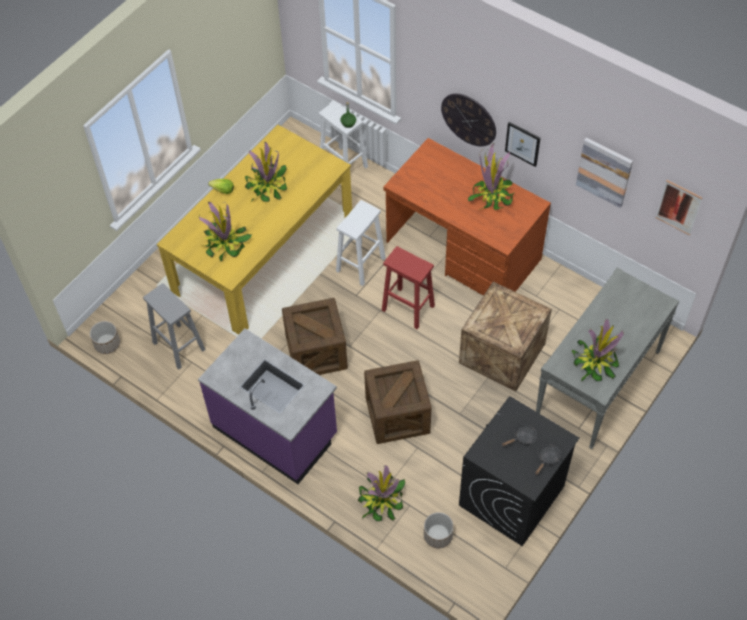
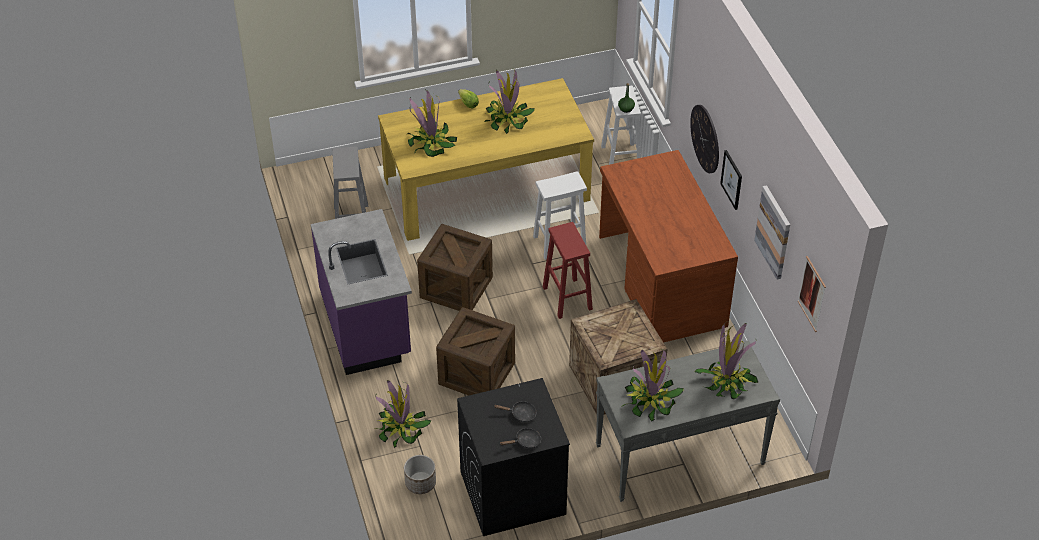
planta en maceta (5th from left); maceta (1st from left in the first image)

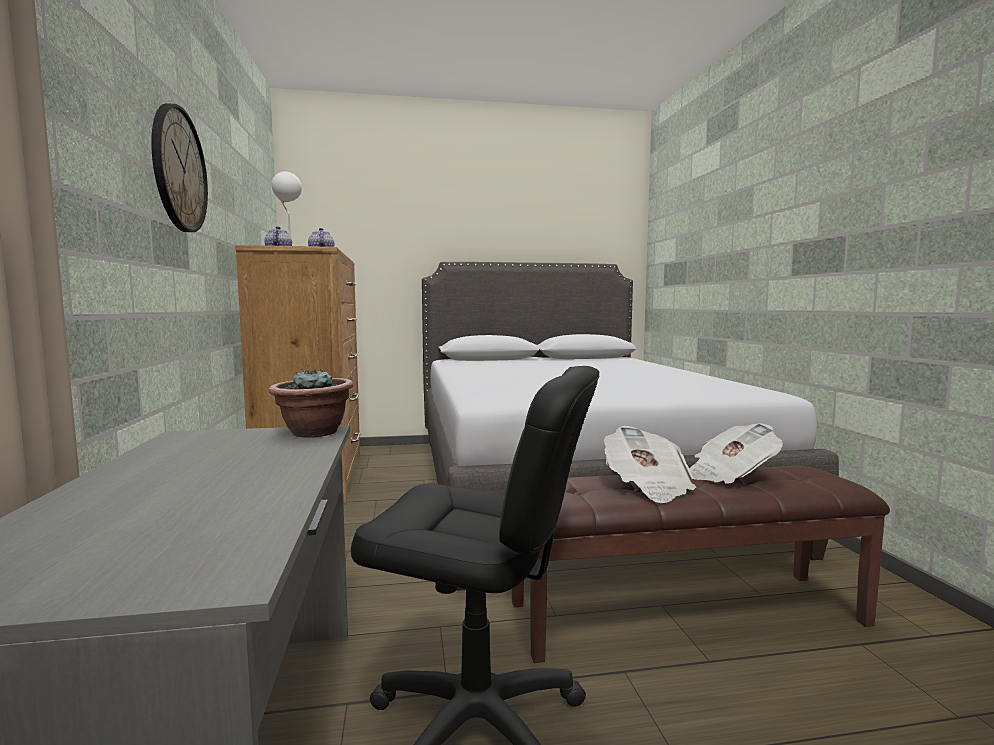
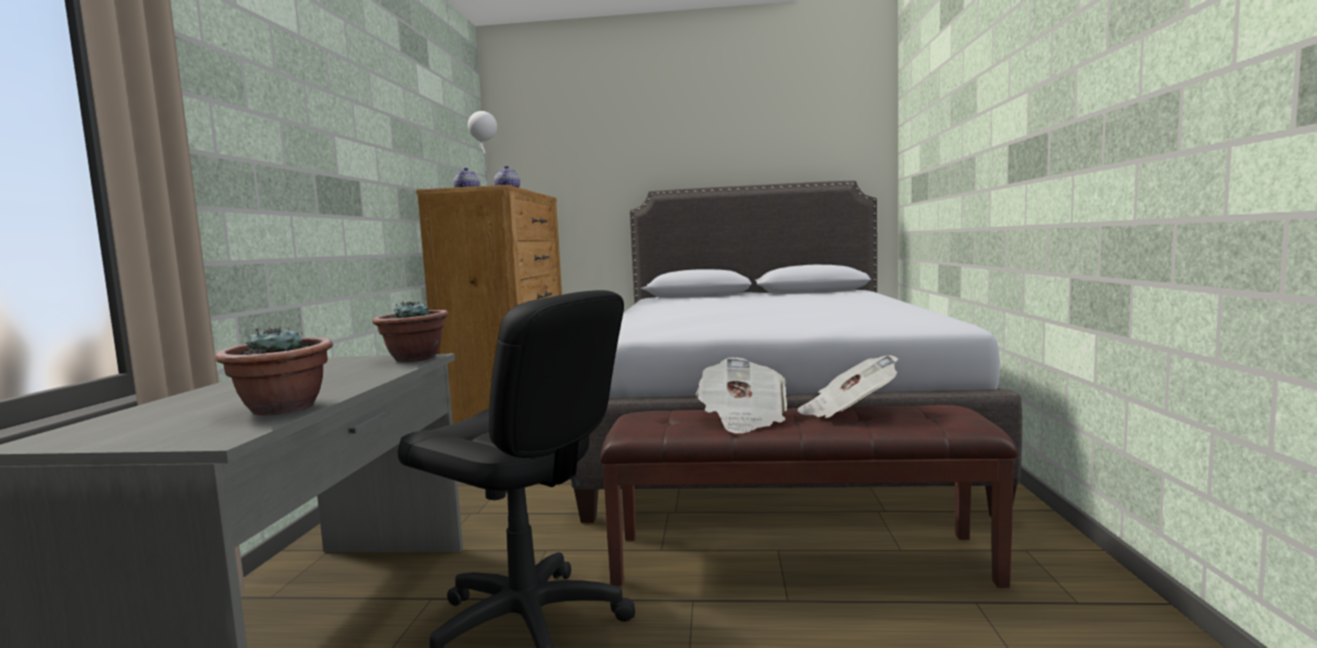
planta en maceta (1st from left); reloj de pared

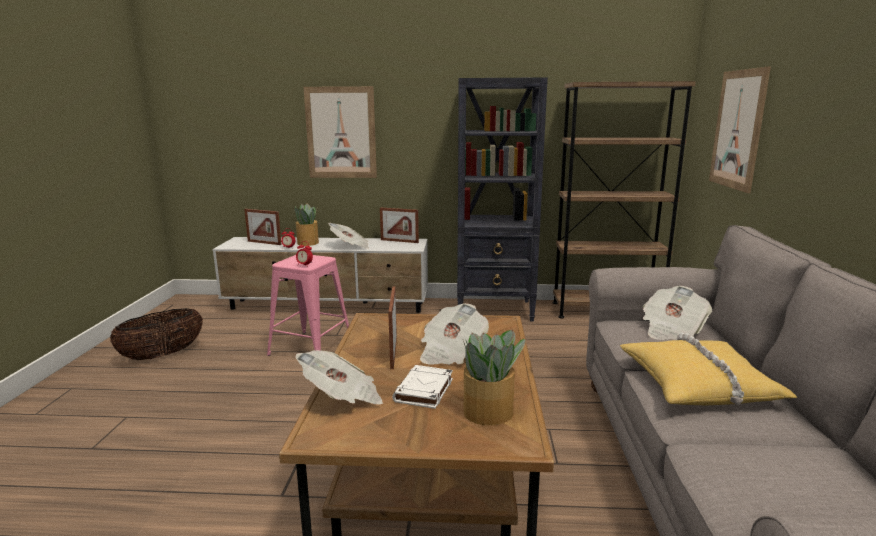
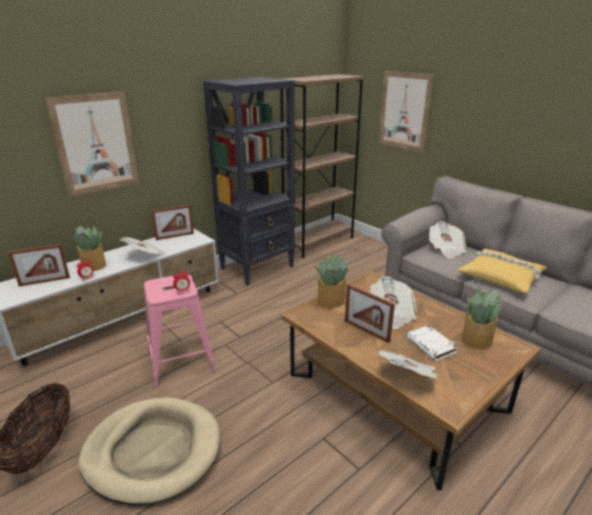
cama para perro/beis; planta en maceta (2nd from left)

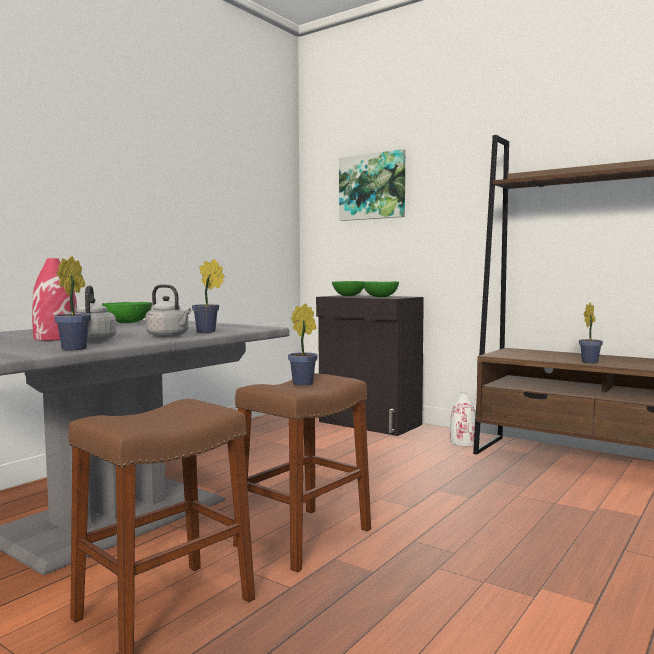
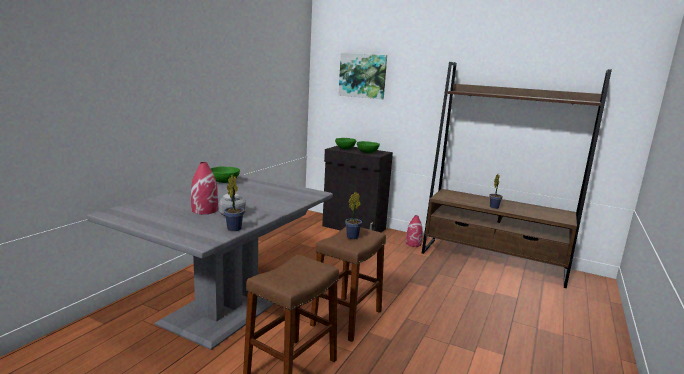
florero/rojo (2nd from left); hervidor/gris (2nd from left in the first image); planta en maceta (2nd from left in the first image)

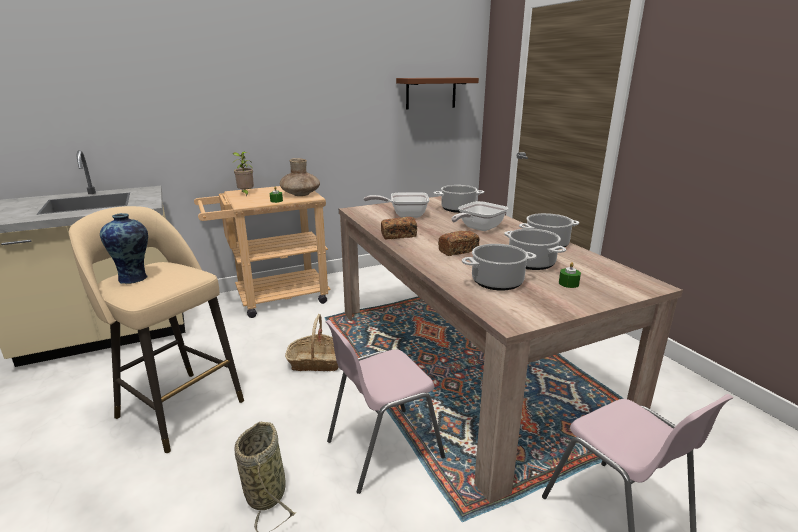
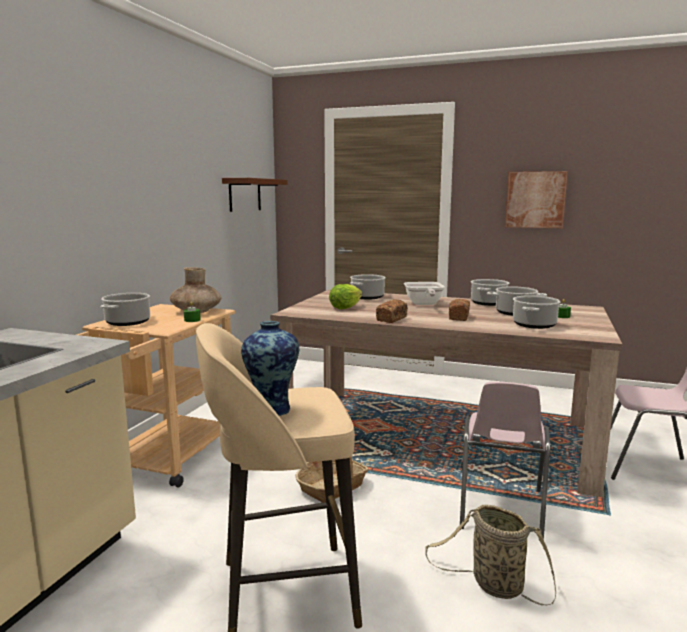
olla (1st from left); lechuga; cuadro

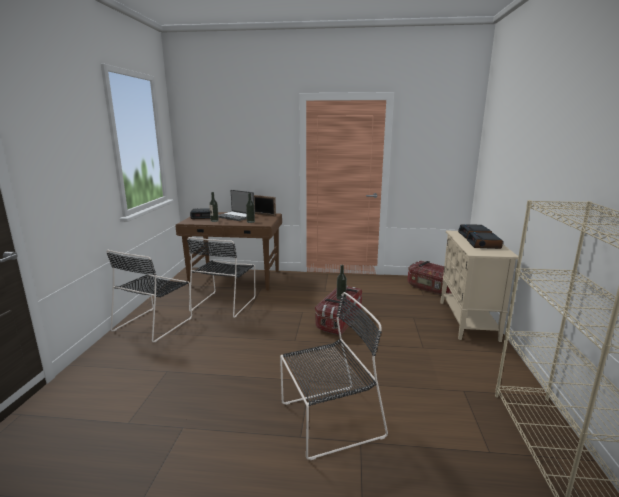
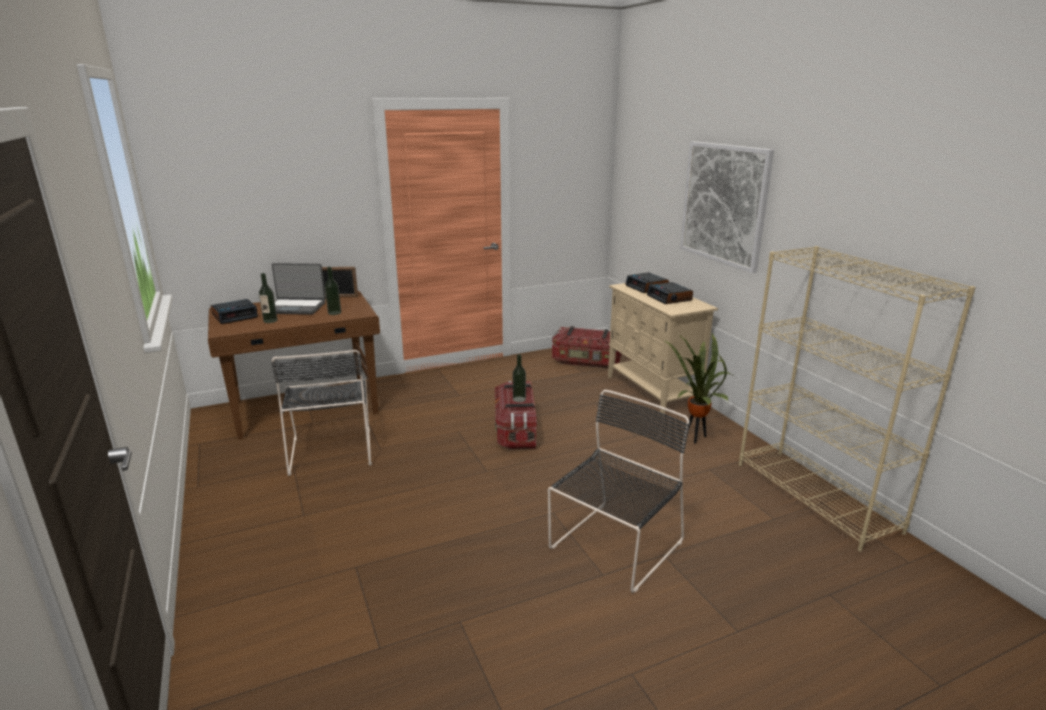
planta en maceta; cuadro; silla/negro (1st from left in the first image)

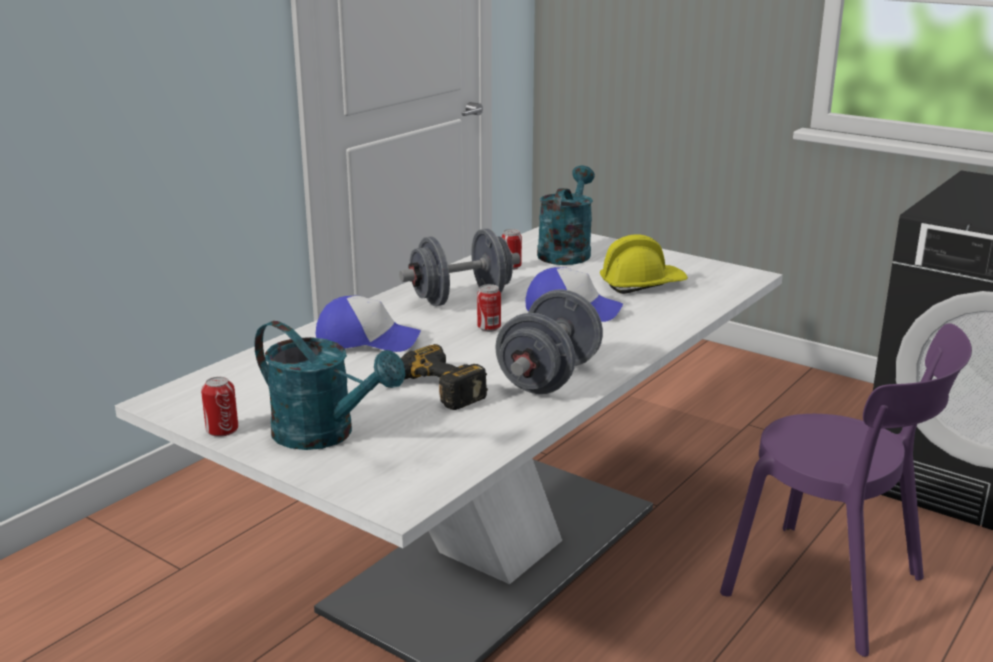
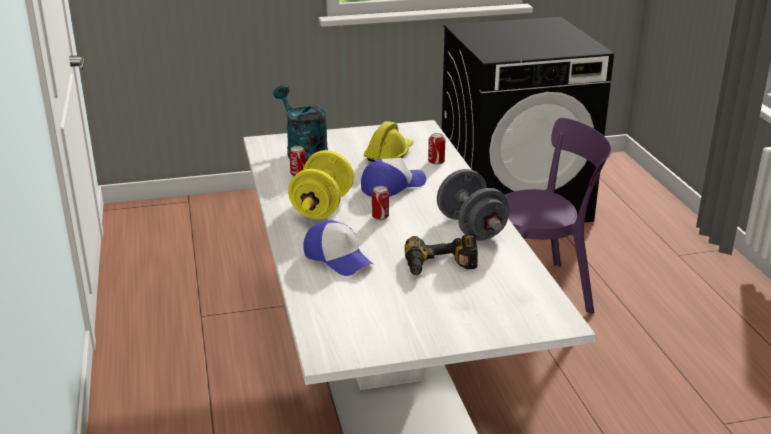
mancuerna/amarillo; gorra (1st from left); lata (3rd from left); regadera/turquesa (1st from left in the first image)

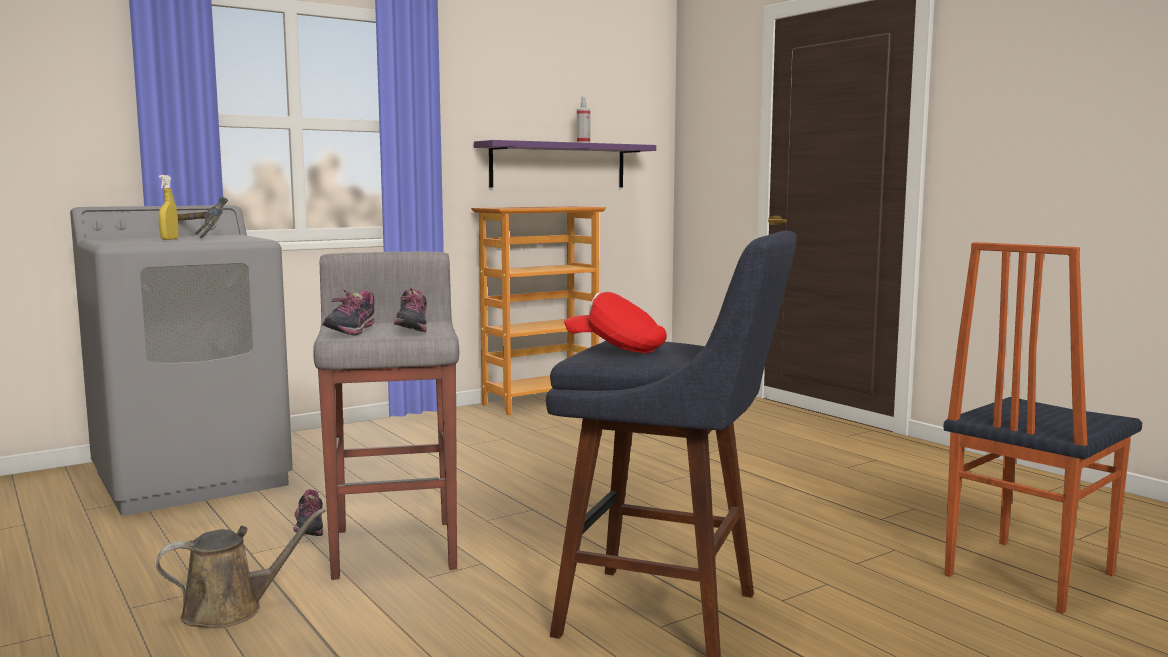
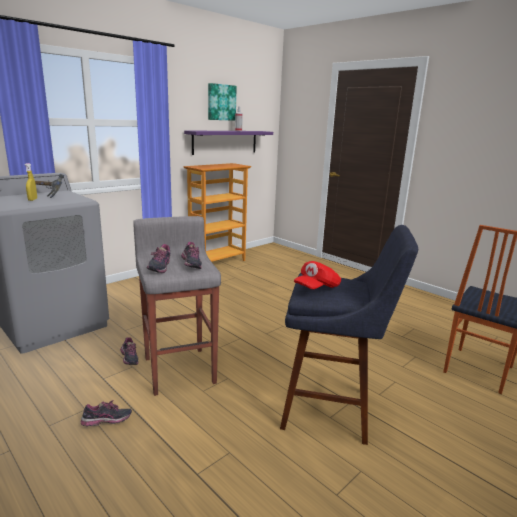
zapato (1st from left); cuadro; gorra/rojo

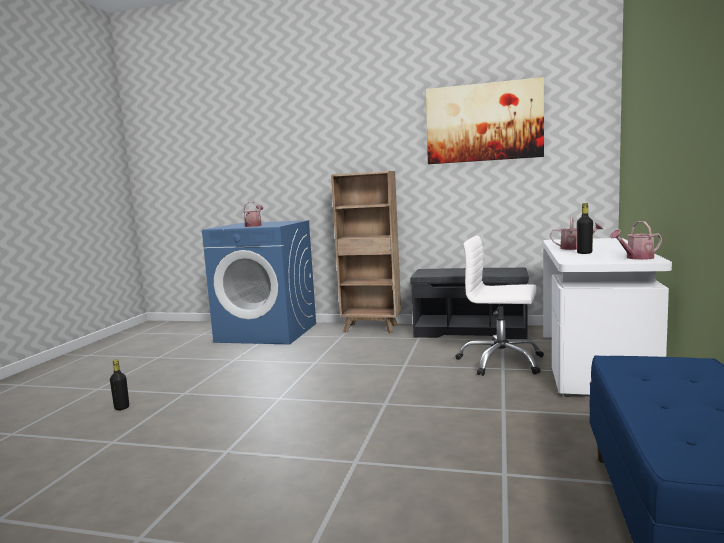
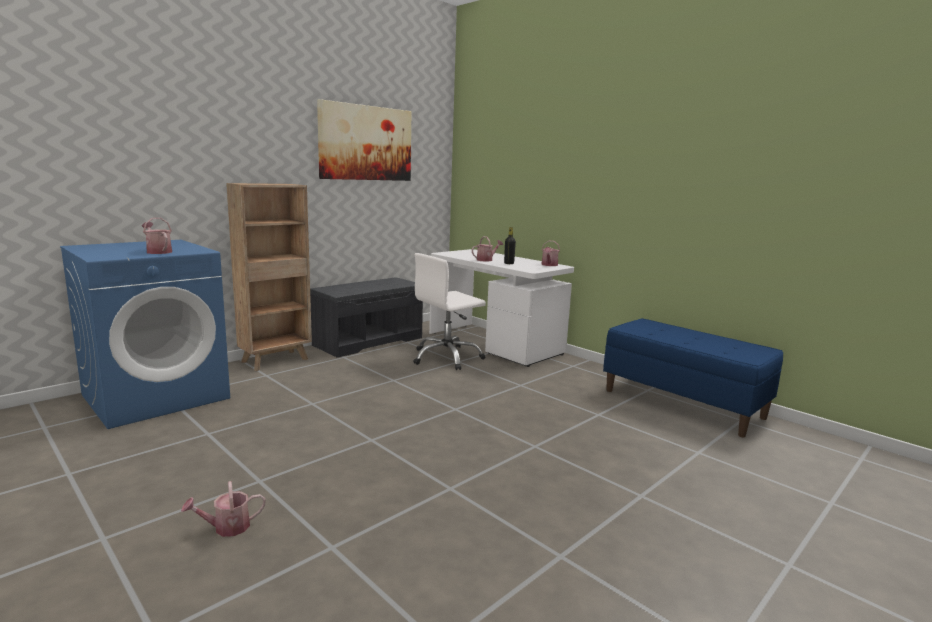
regadera (2nd from left)

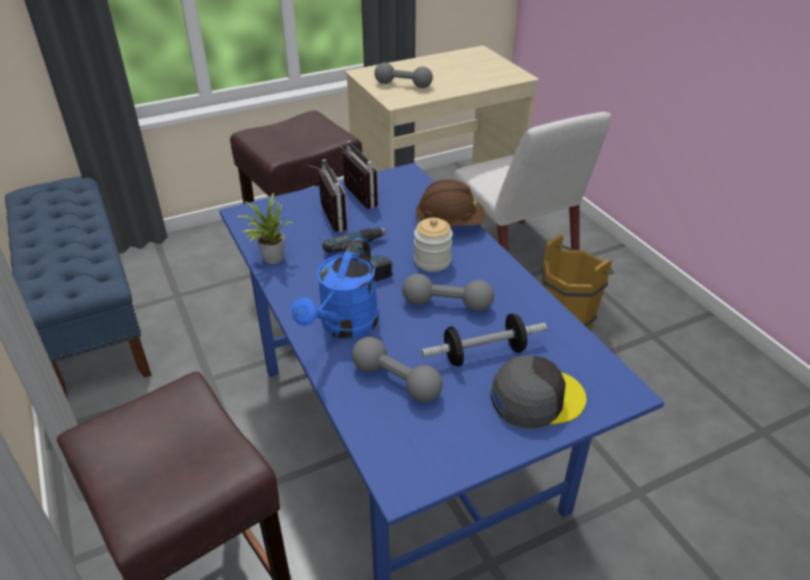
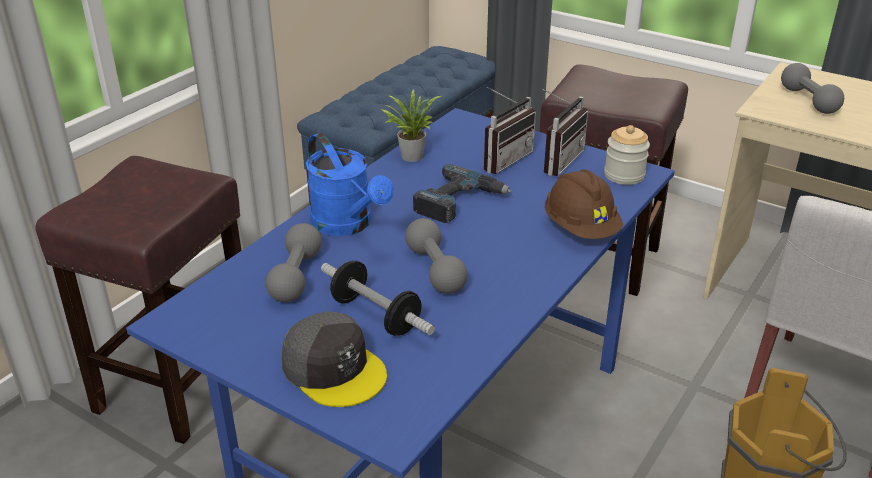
regadera/azul; tarro

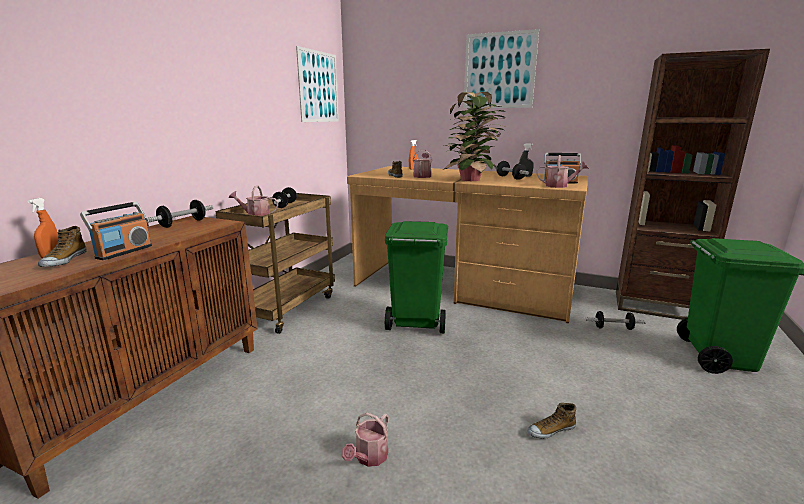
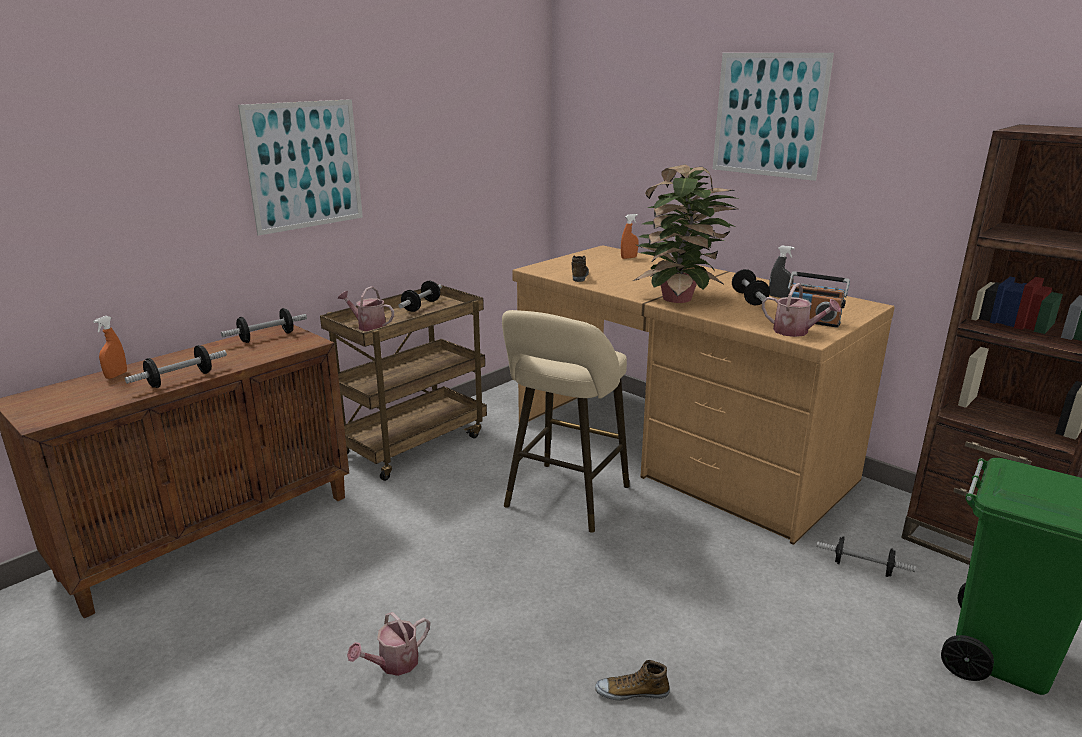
mancuerna (1st from left); cuadro (1st from left); taburete/beis; zapato (1st from left in the first image); regadera (3rd from left in the first image)

